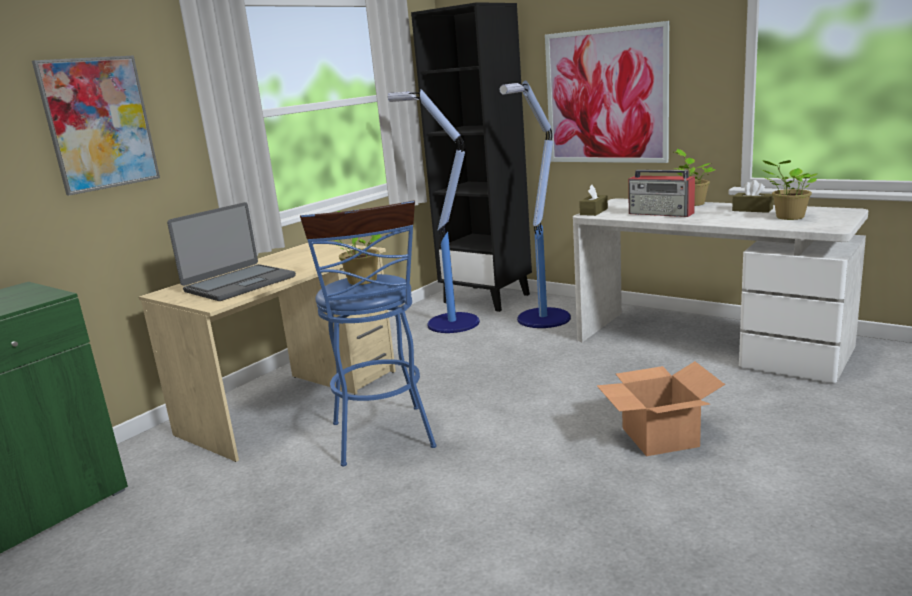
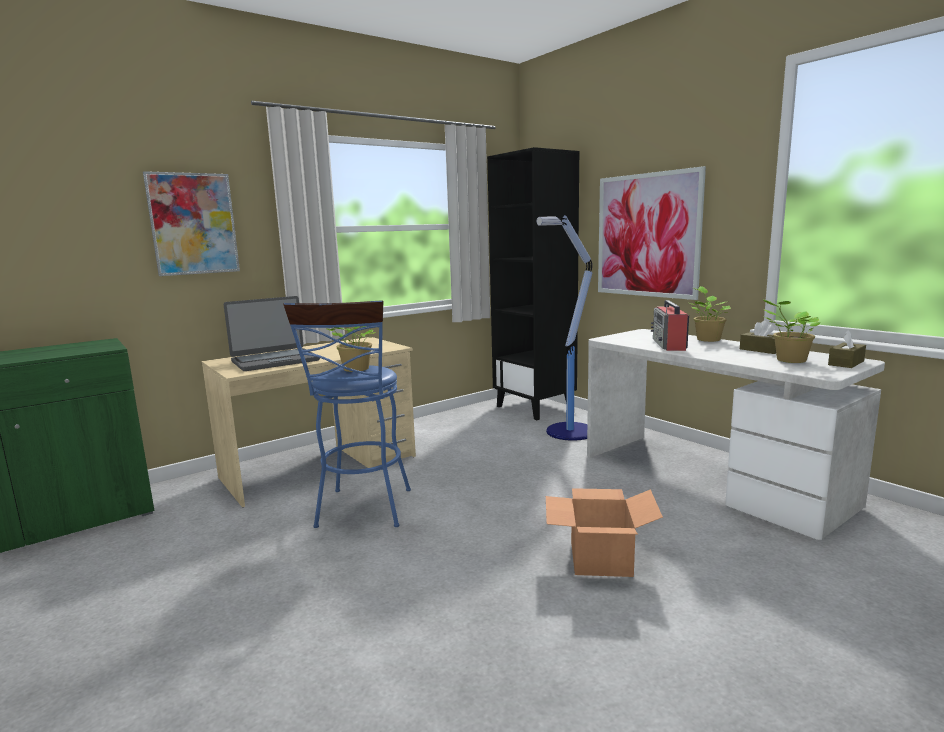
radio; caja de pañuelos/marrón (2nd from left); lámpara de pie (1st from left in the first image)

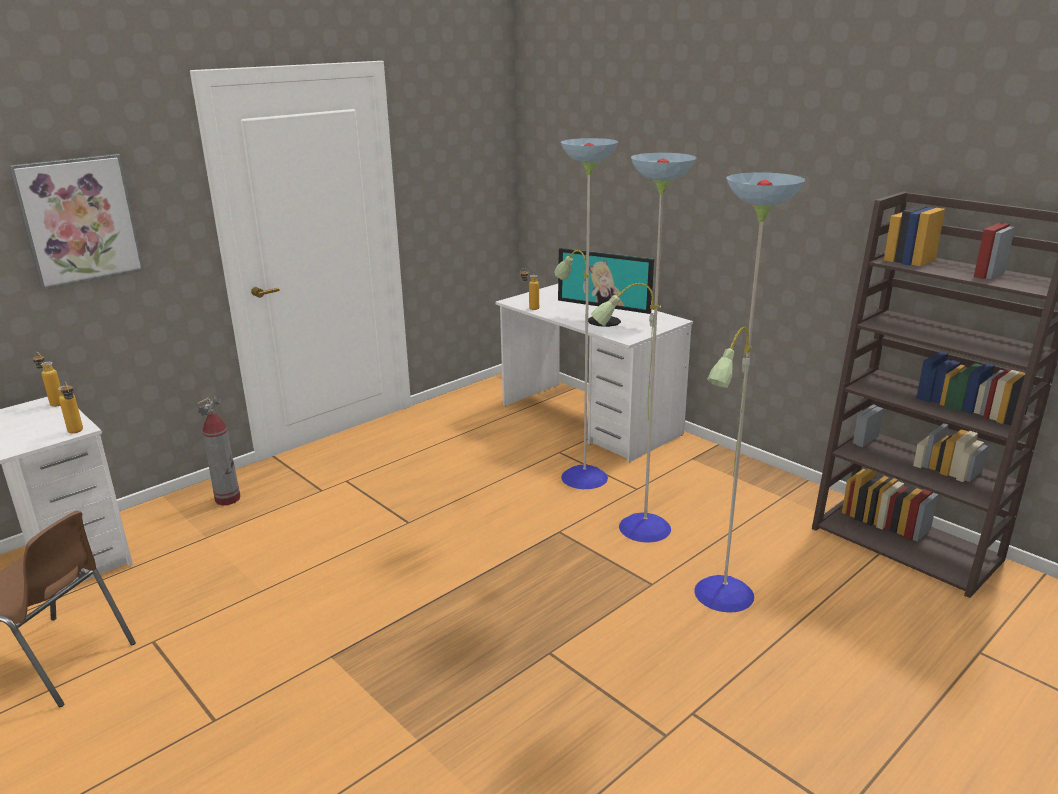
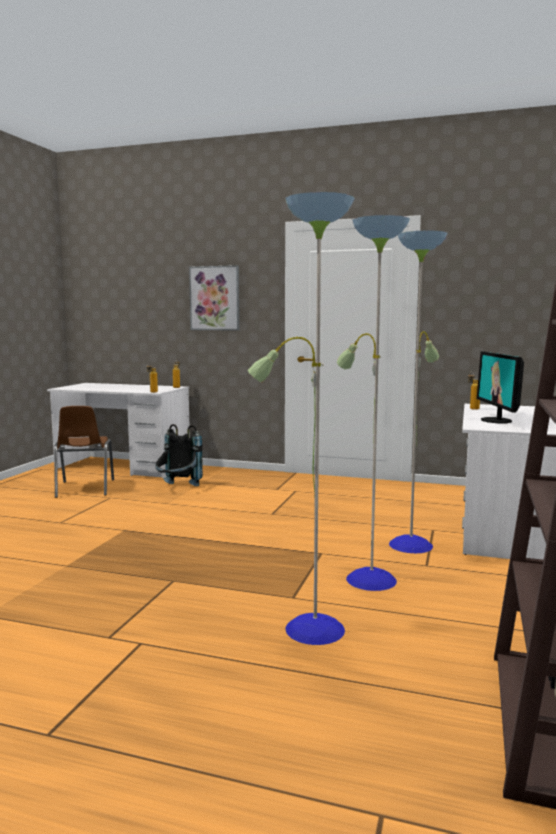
mochila/negro; extintor

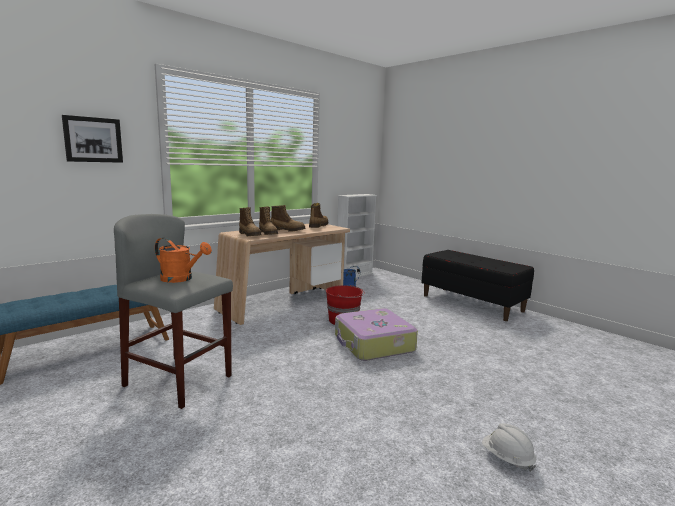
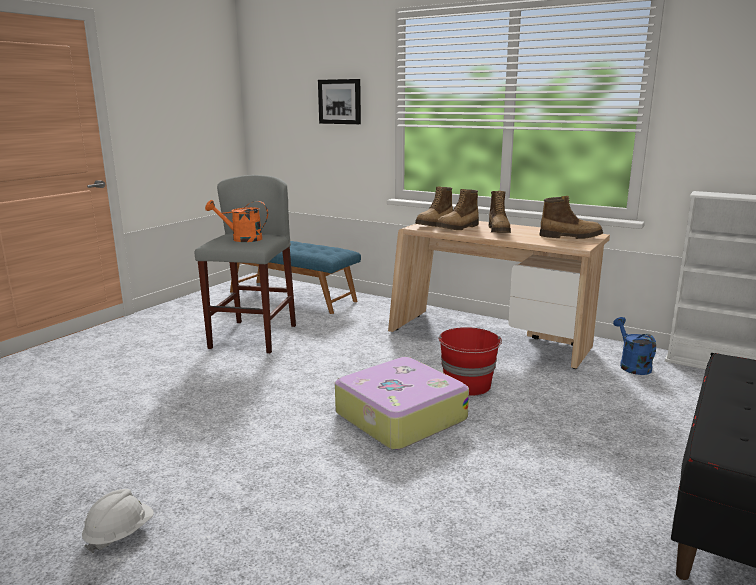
regadera/naranja

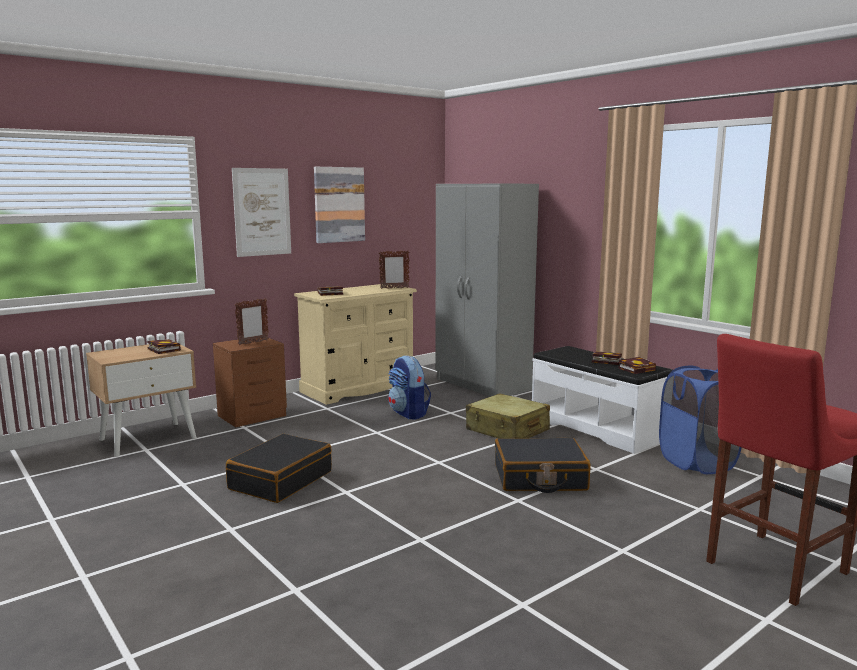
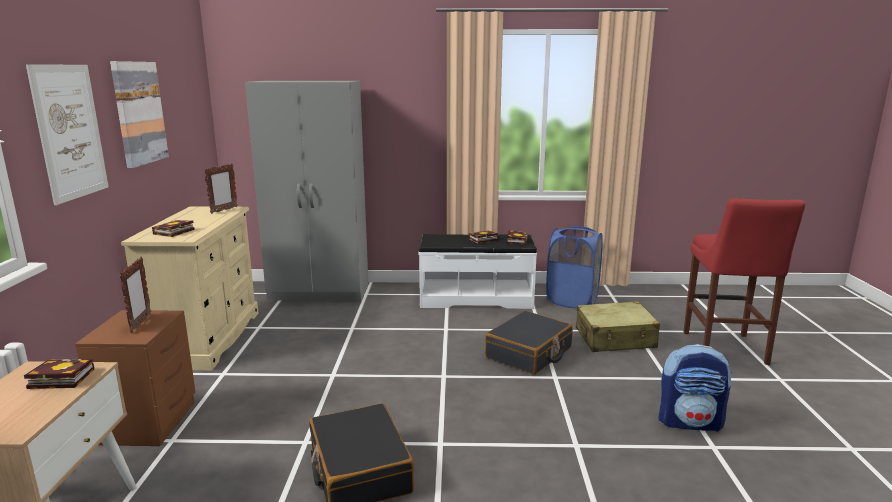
maleta/beis; mochila

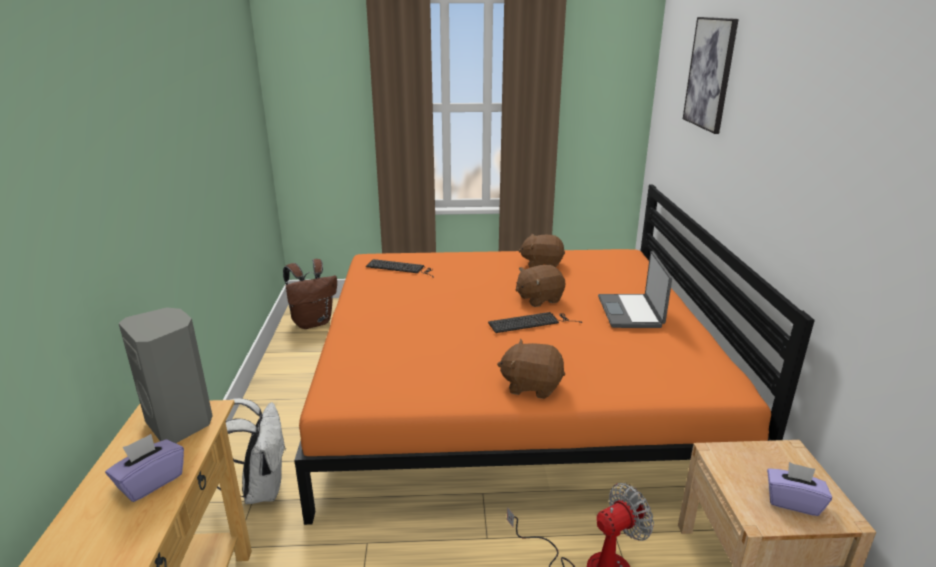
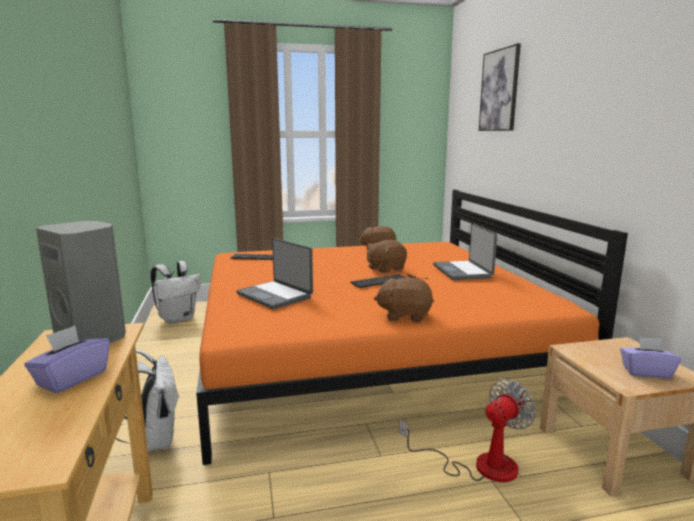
mochila/blanco (2nd from left); portátil (1st from left)

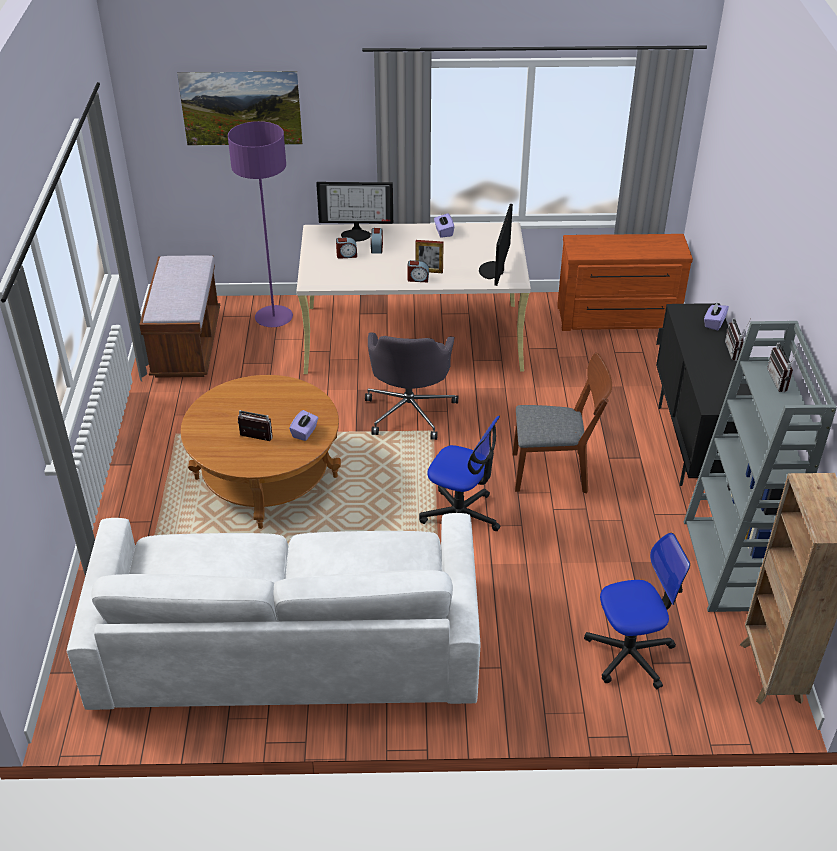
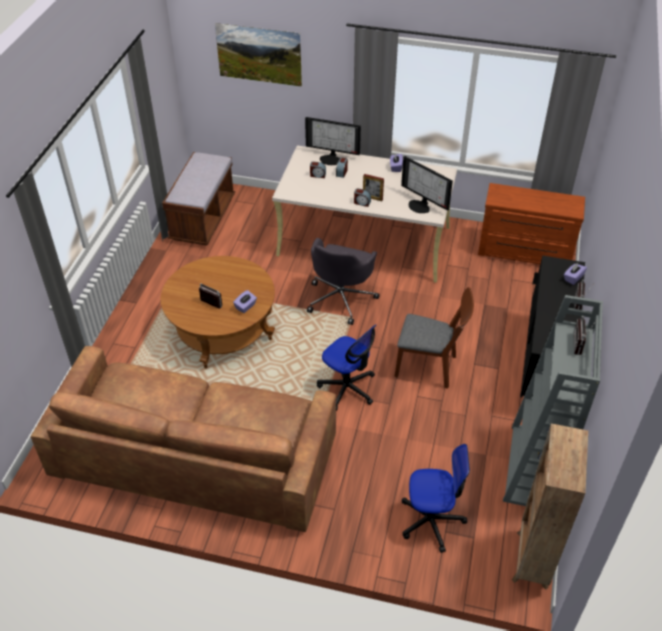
sofá/marrón; monitor (2nd from left); lámpara de pie/morado

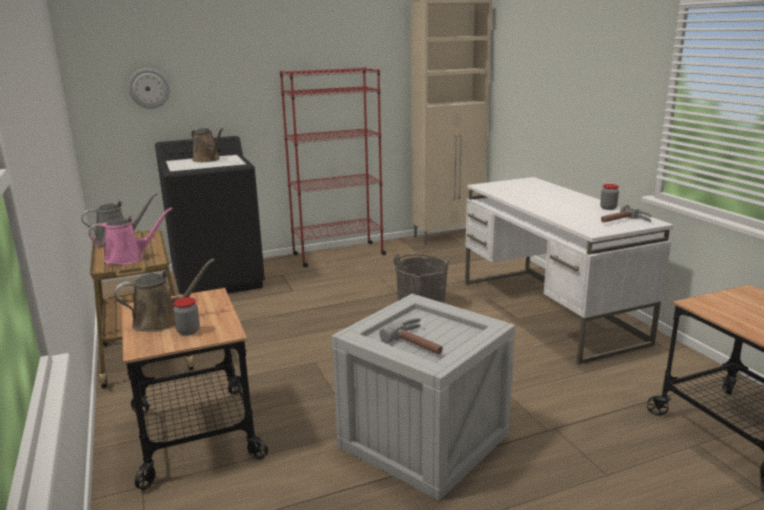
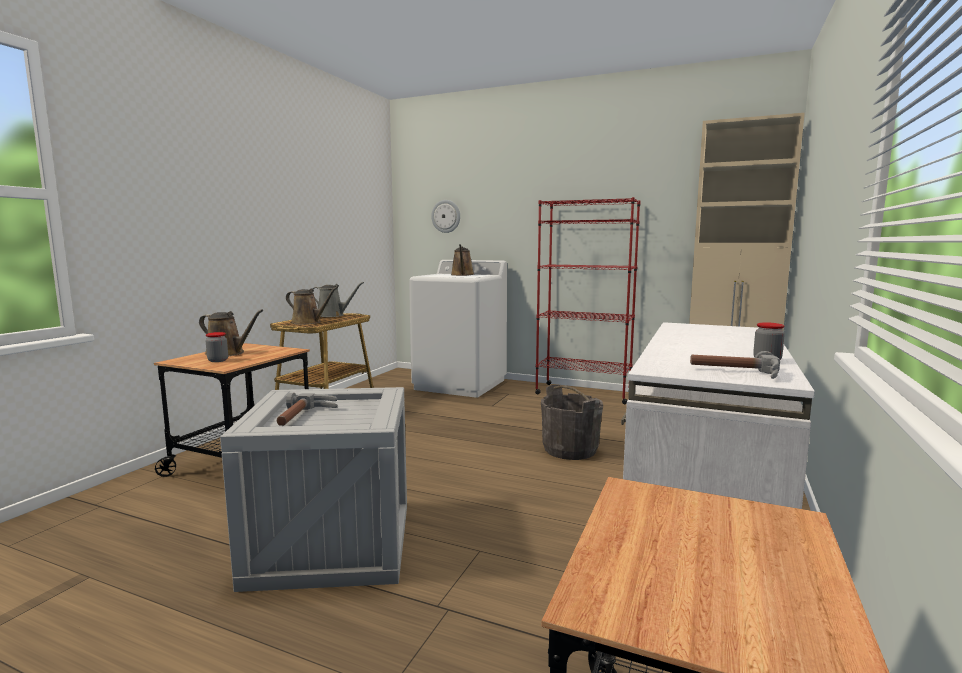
regadera/marrón (2nd from left); lavadora/blanco

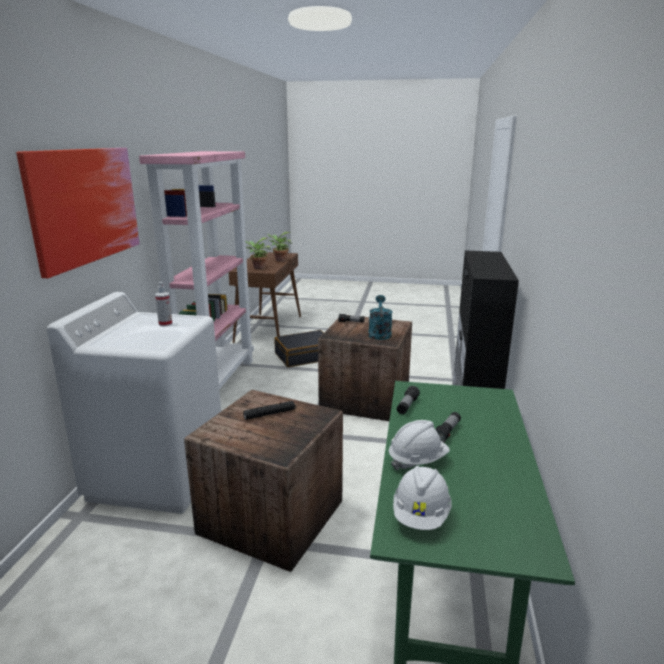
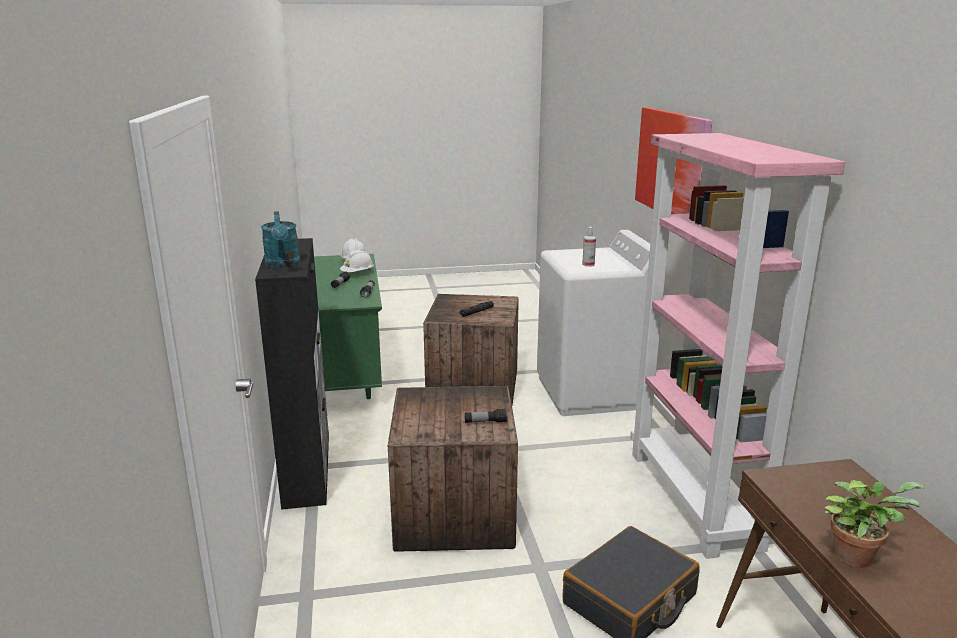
regadera/turquesa; planta en maceta (1st from left in the first image)

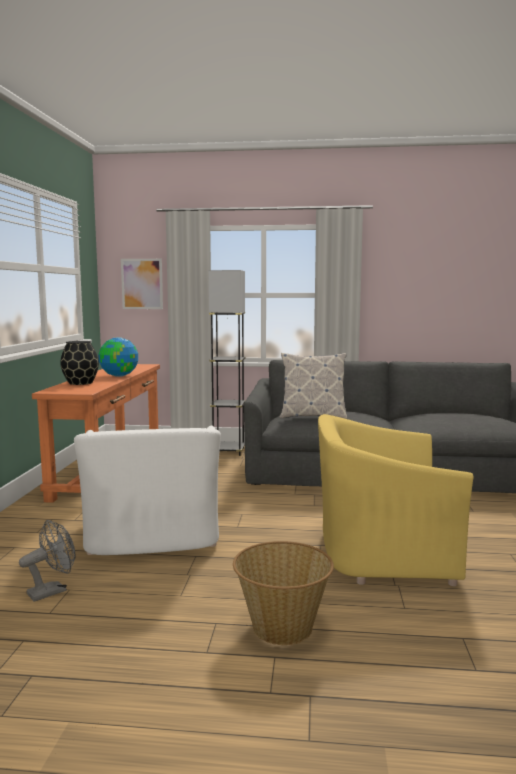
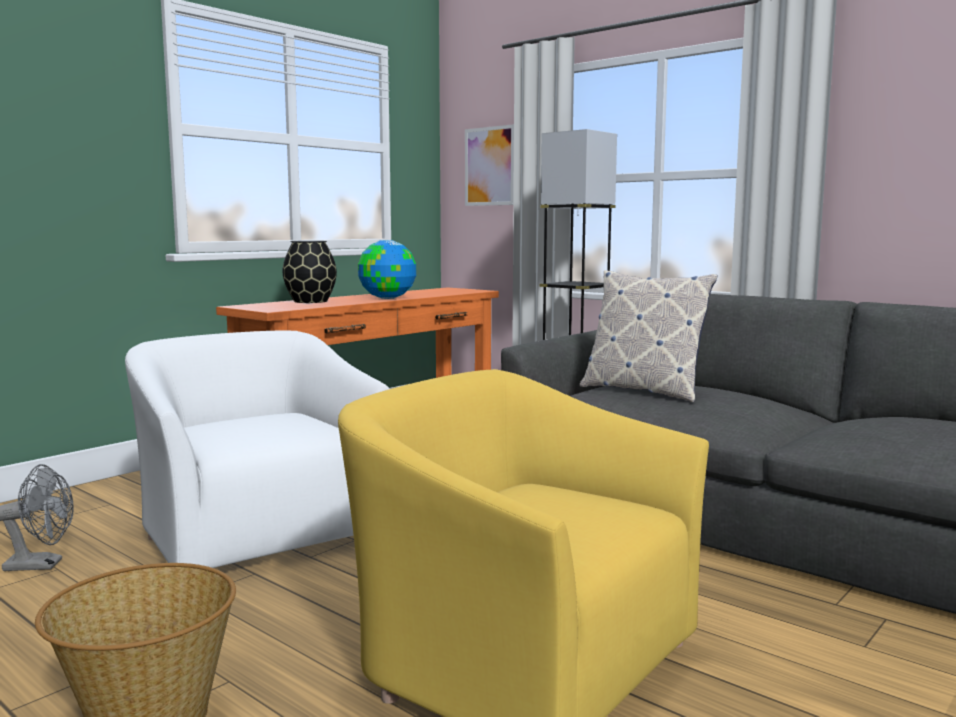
sillón/blanco

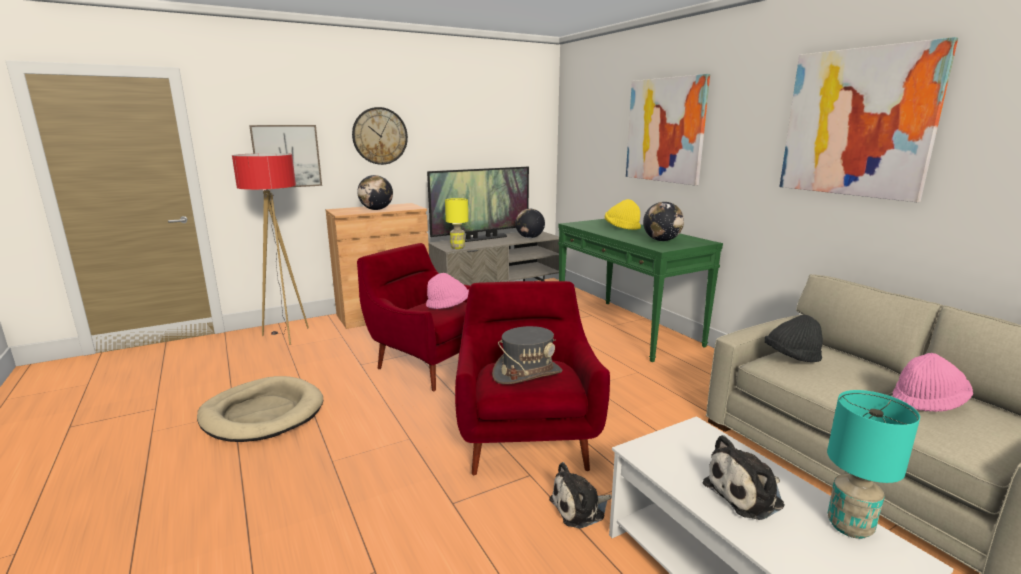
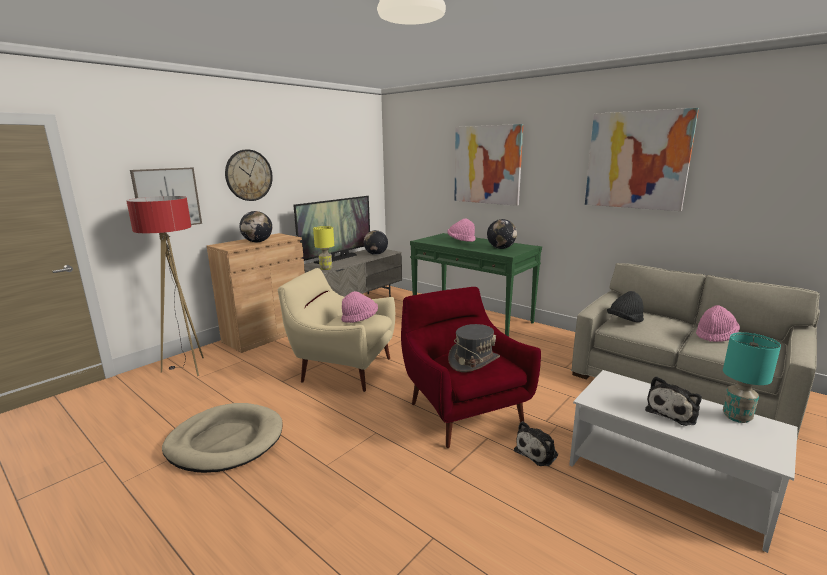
sillón/beis; sombrero/rosa (2nd from left)

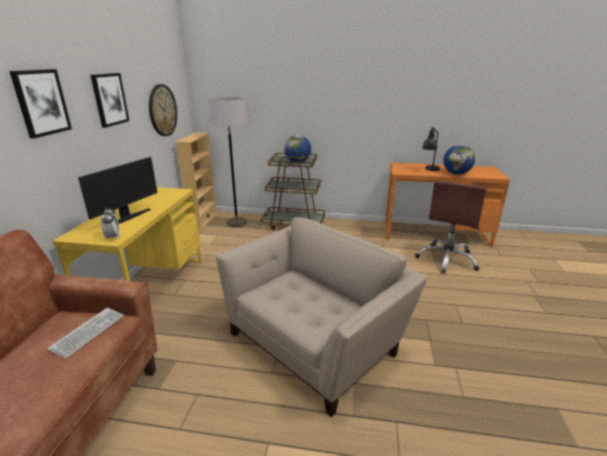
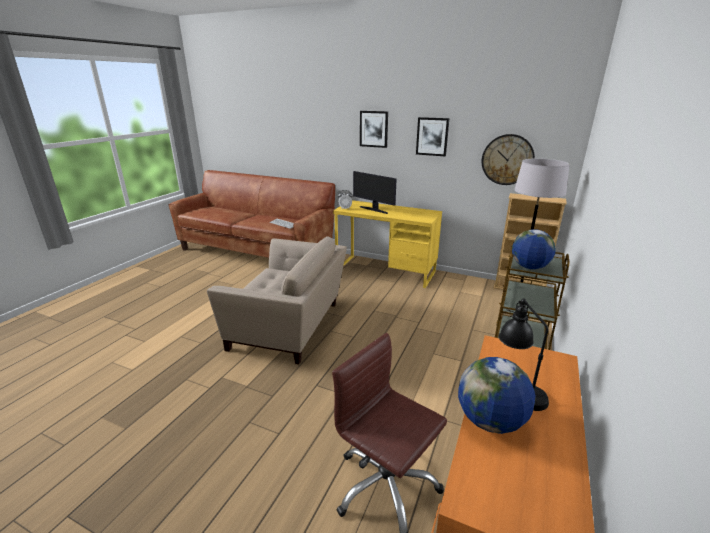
sillón/beis

